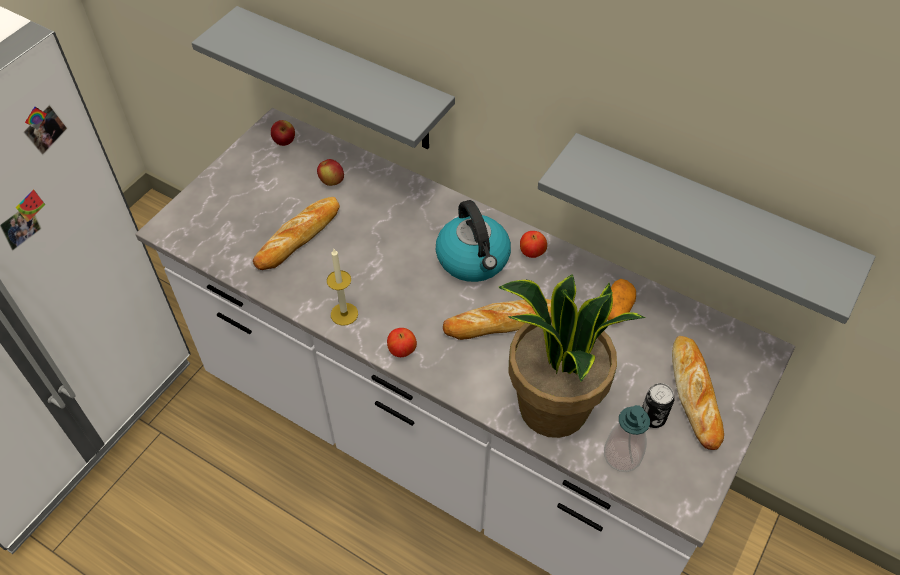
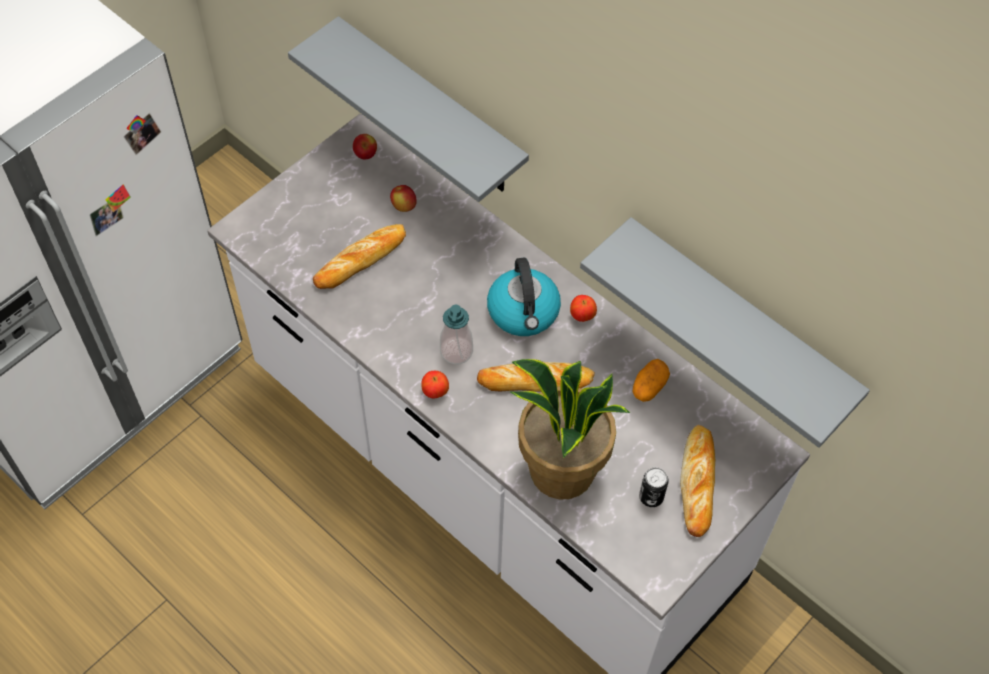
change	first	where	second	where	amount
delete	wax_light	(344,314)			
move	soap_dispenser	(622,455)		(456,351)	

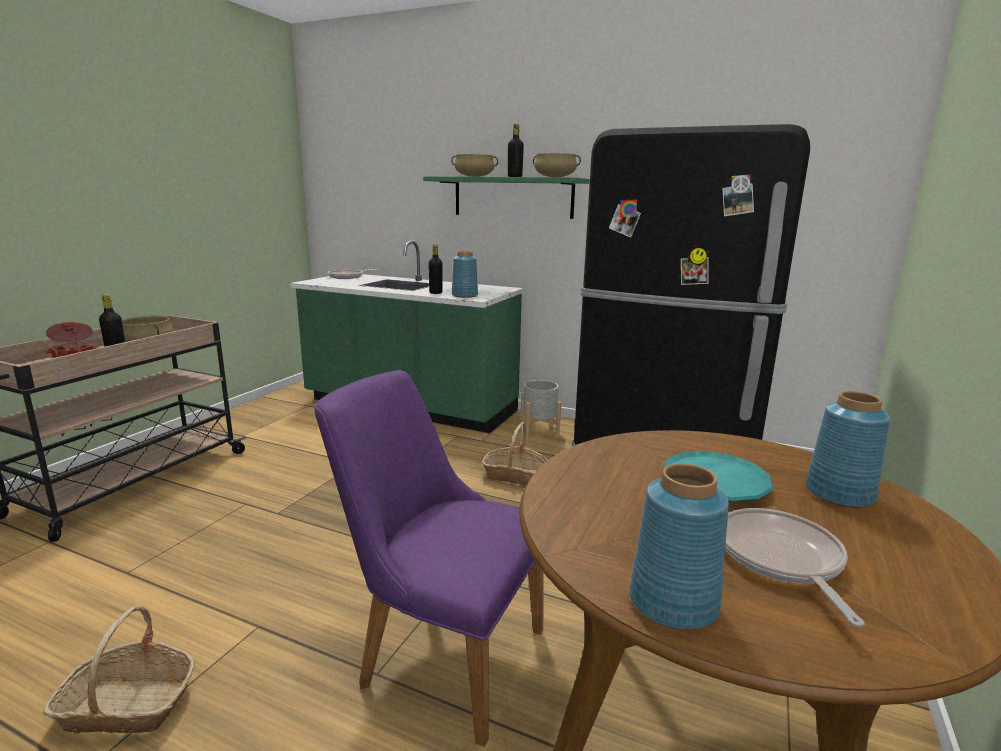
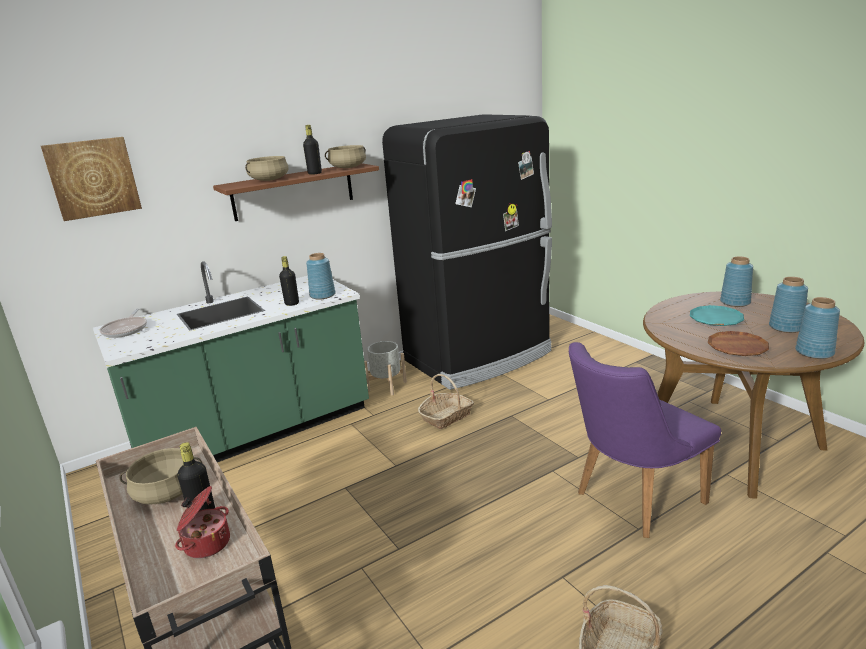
change	first	where	second	where	amount
recolor	green-coloured_shelf	(512,197)	brown_shelf	(293,191)	
replace	frying_pan	(781,559)	blue_vase	(786,327)	
insert			wall_picture	(93,178)	
insert			brown_dinner_plate	(737,347)	

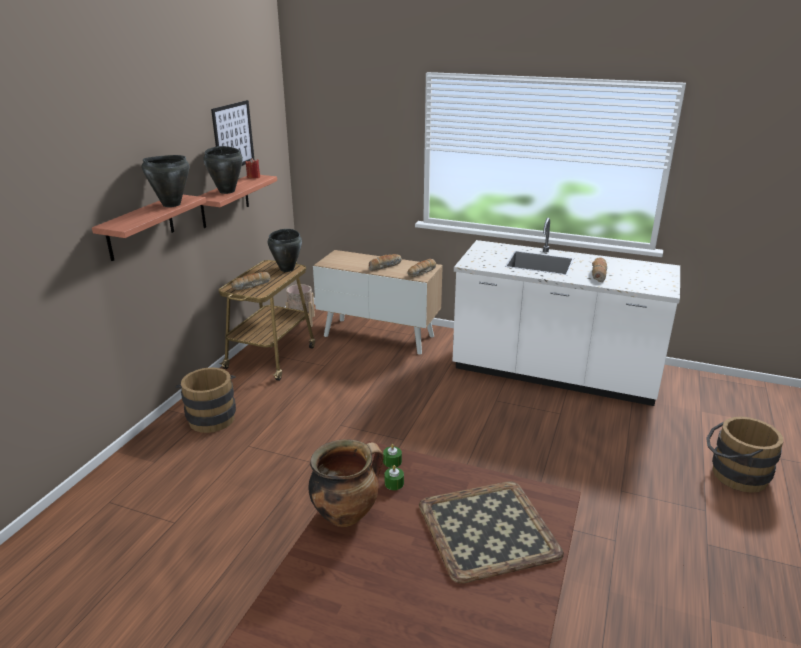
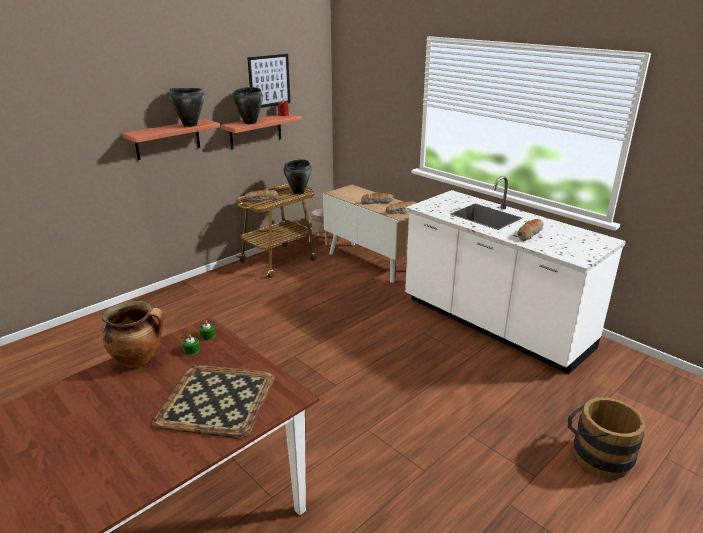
change	first	where	second	where	amount
delete	brown_water_bucket	(211,416)			

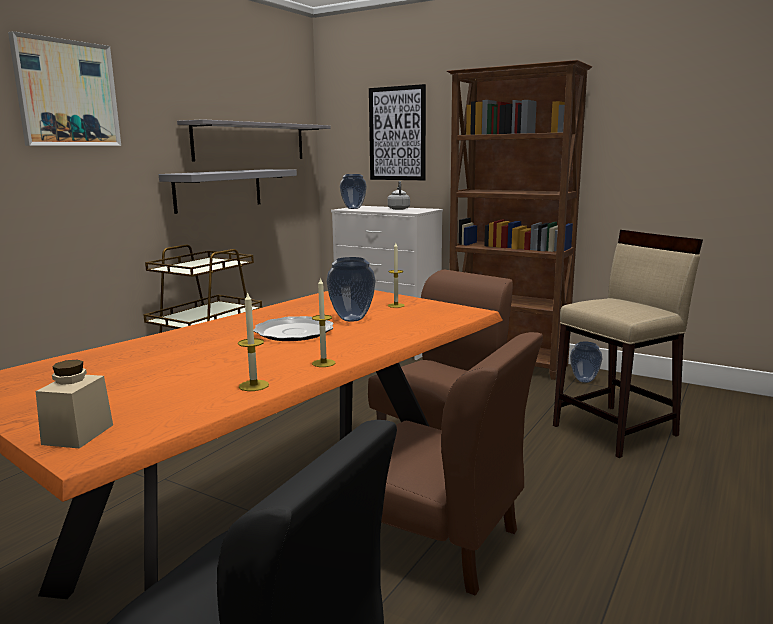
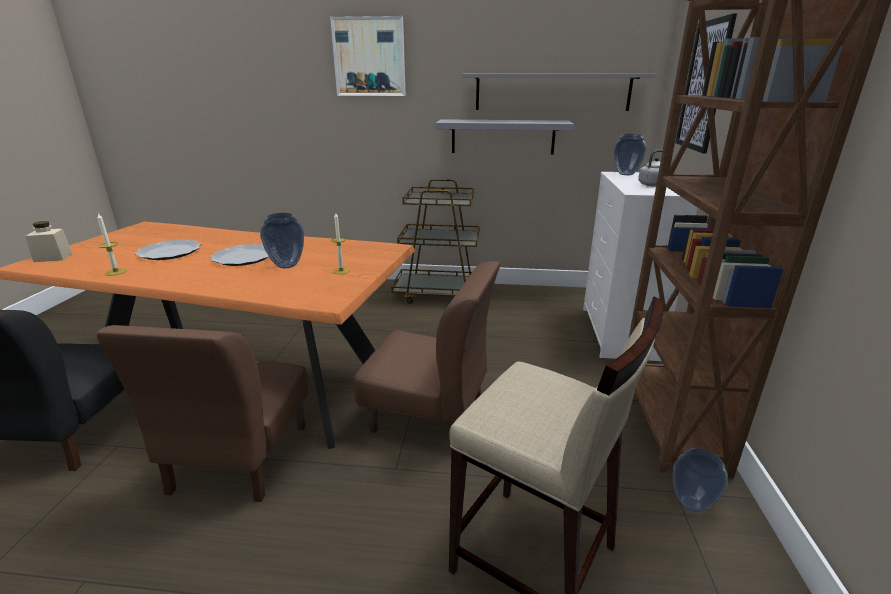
change	first	where	second	where	amount
delete	wax_light	(323,363)			
insert			dinner_plate	(170,252)	

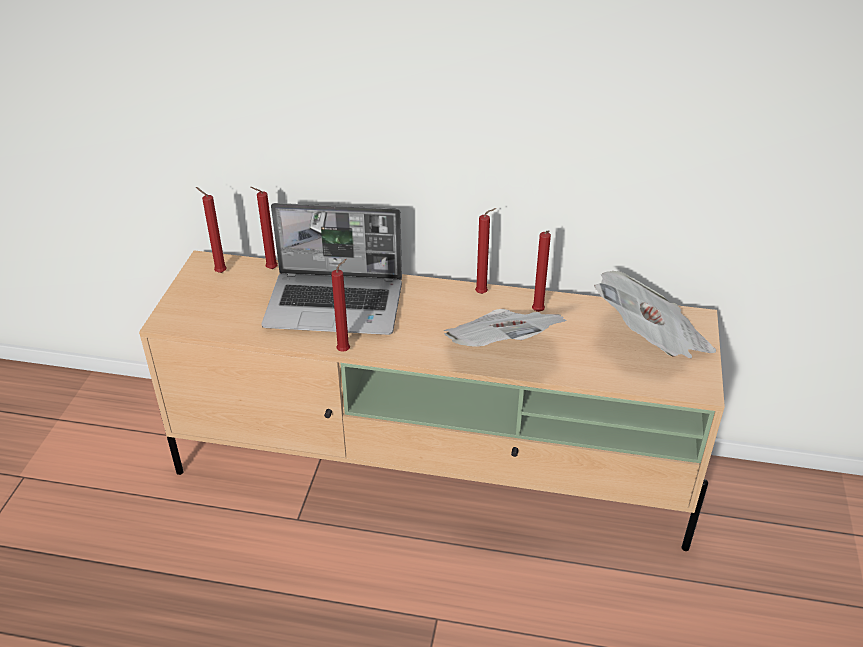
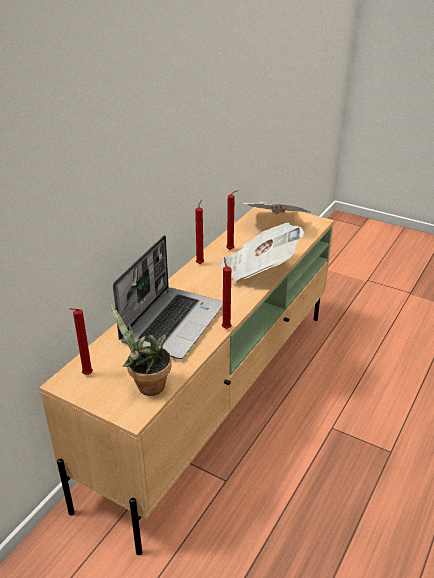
change	first	where	second	where	amount
delete	red-coloured_wax_light	(270,269)			
insert			houseplant	(147,386)	

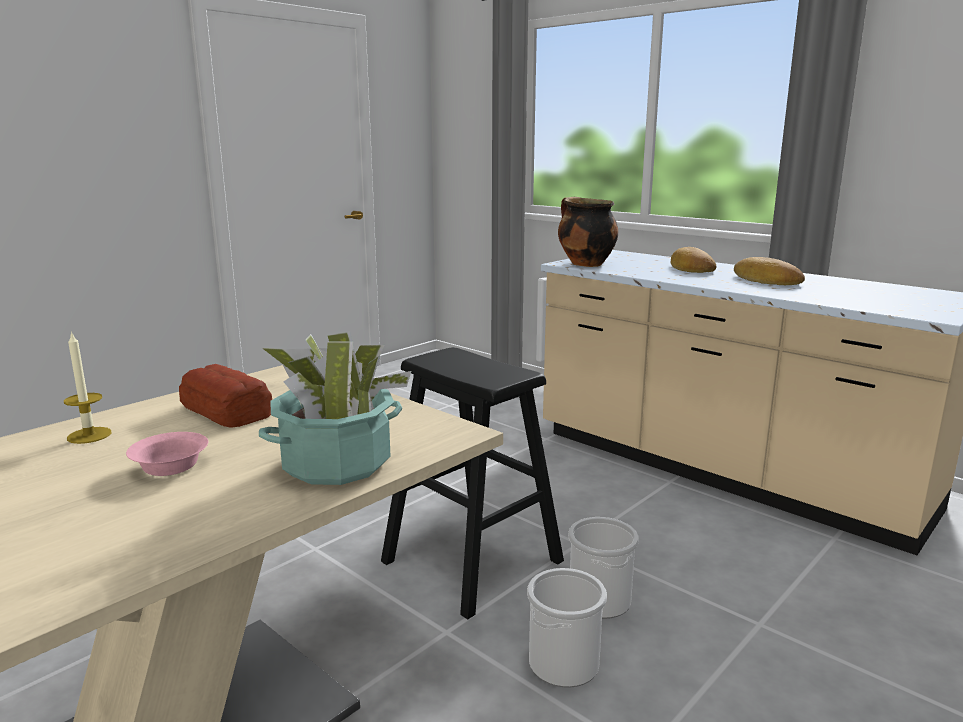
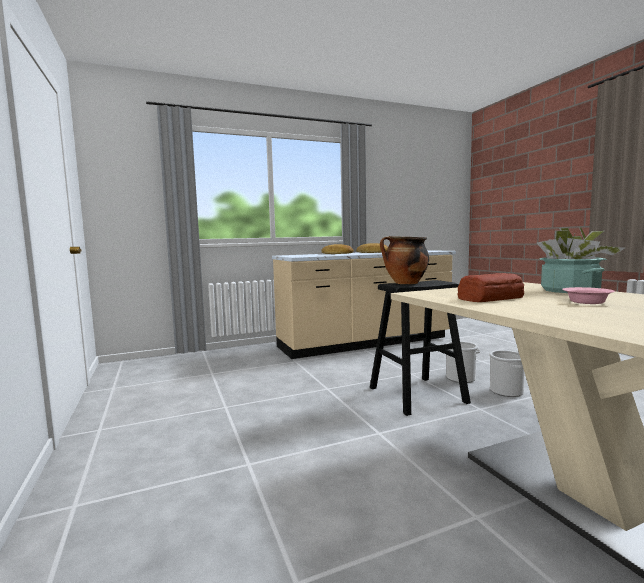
change	first	where	second	where	amount
delete	wax_light	(89,435)			
move	stockpot	(584,264)		(405,283)	

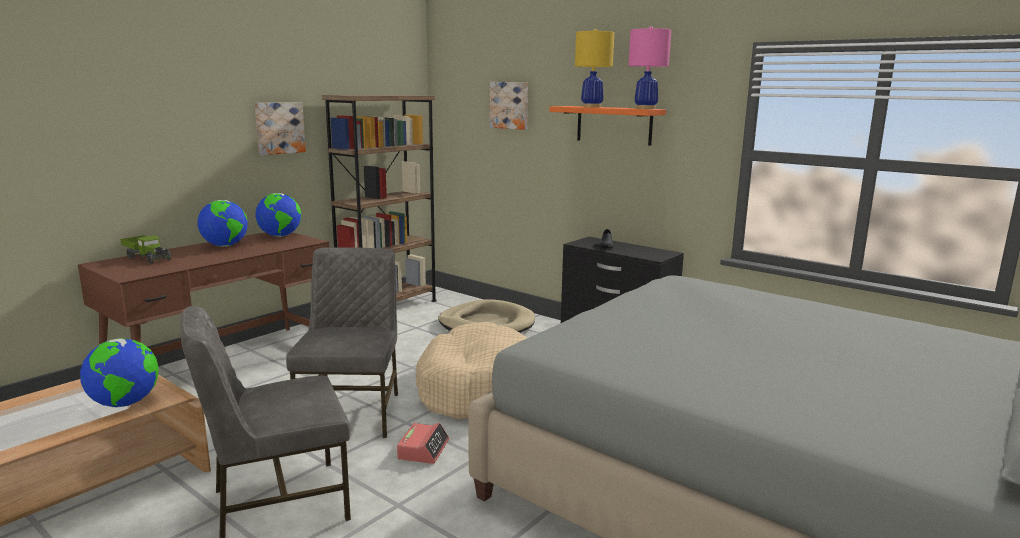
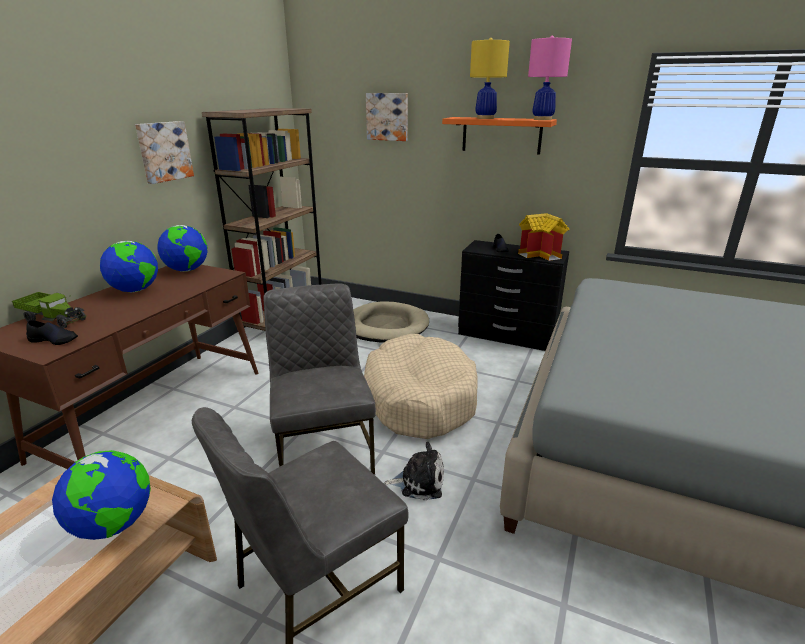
change	first	where	second	where	amount
replace	bedside_clock	(423,449)	plush_toy	(419,482)	
insert			black_shoe	(54,340)	
insert			toy_house	(541,254)	

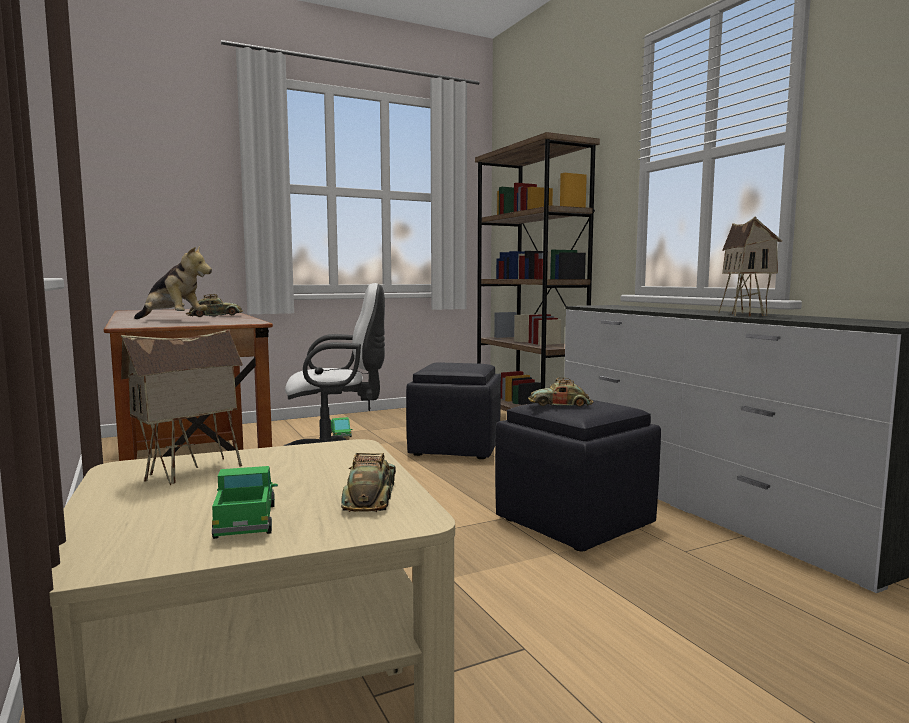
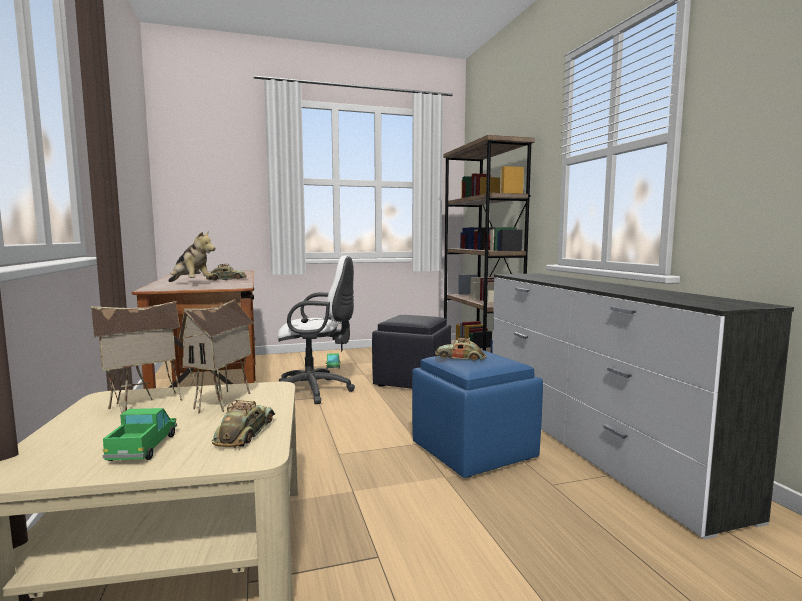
change	first	where	second	where	amount
recolor	black_ottoman	(576,522)	blue_ottoman	(475,451)	
move	toy_house	(745,314)		(223,403)	

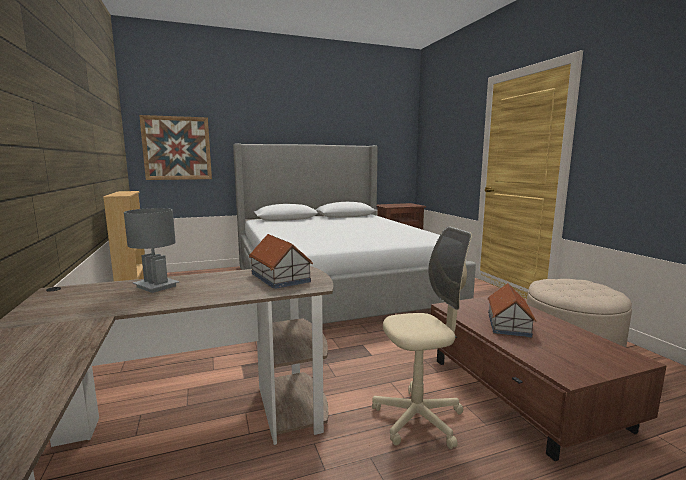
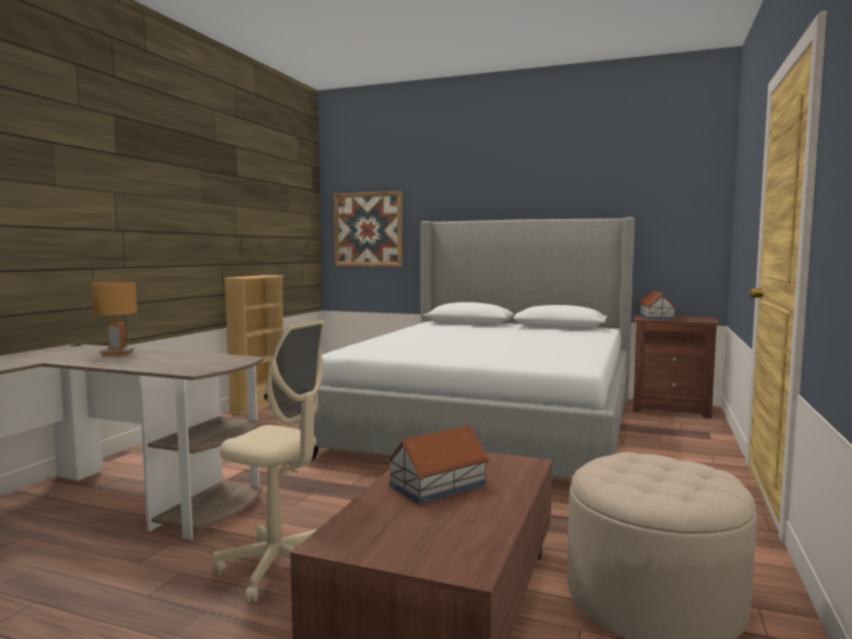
change	first	where	second	where	amount
recolor	grey_lamp_for_a_table	(156,286)	brown_lamp_for_a_table	(117,353)	
move	toy_house	(280,277)		(656,317)	

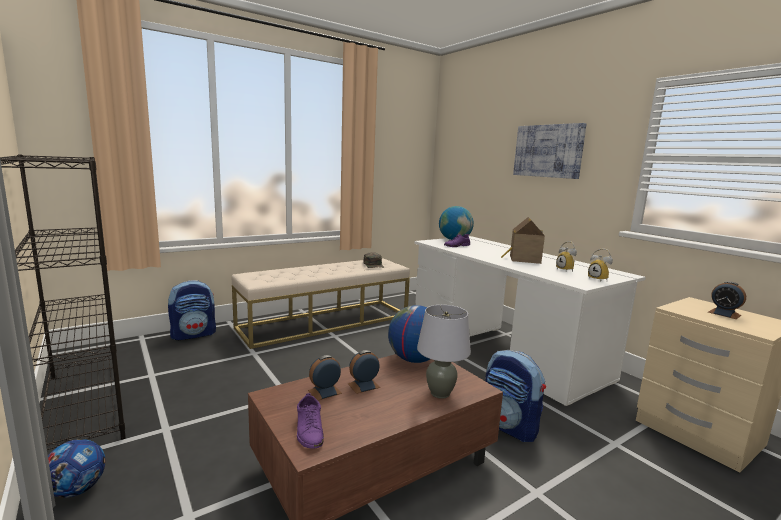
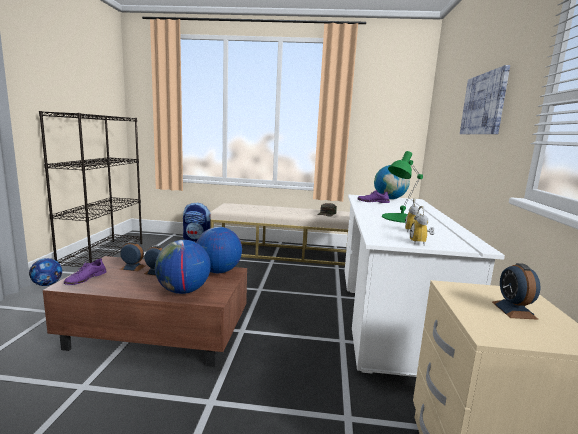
change	first	where	second	where	amount
replace	grey_lamp_for_a_table	(440,393)	globe	(183,291)	
delete	backpack	(510,426)			
replace	toy_house	(523,259)	green-coloured_lamp_for_a_table	(401,218)	

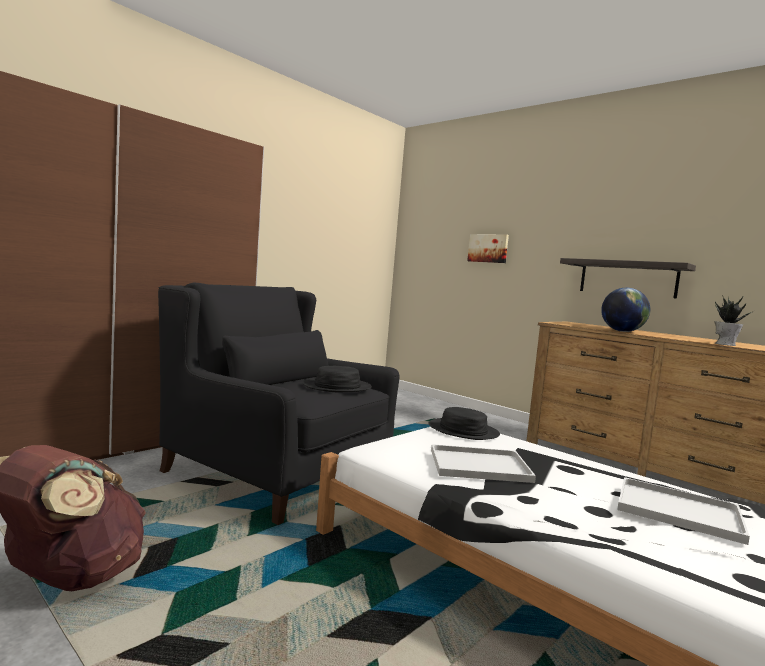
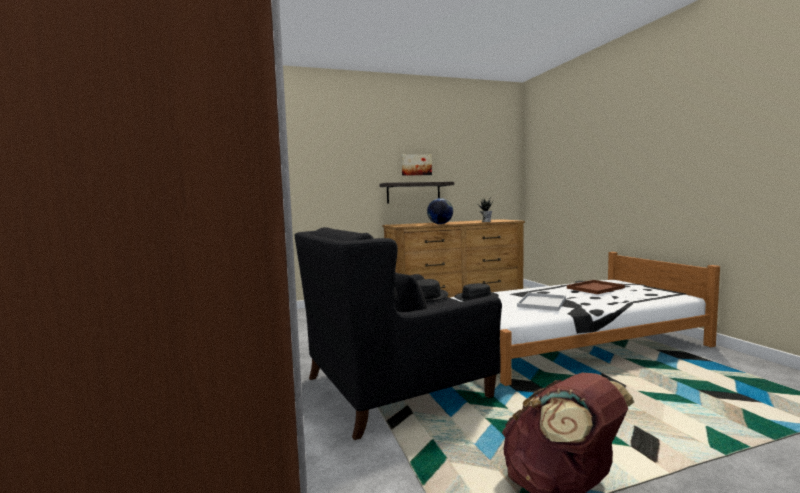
change	first	where	second	where	amount
move	wall_picture	(488,248)		(416,165)	
recolor	white-coloured_serving_tray	(681,511)	brown_serving_tray	(595,288)	

